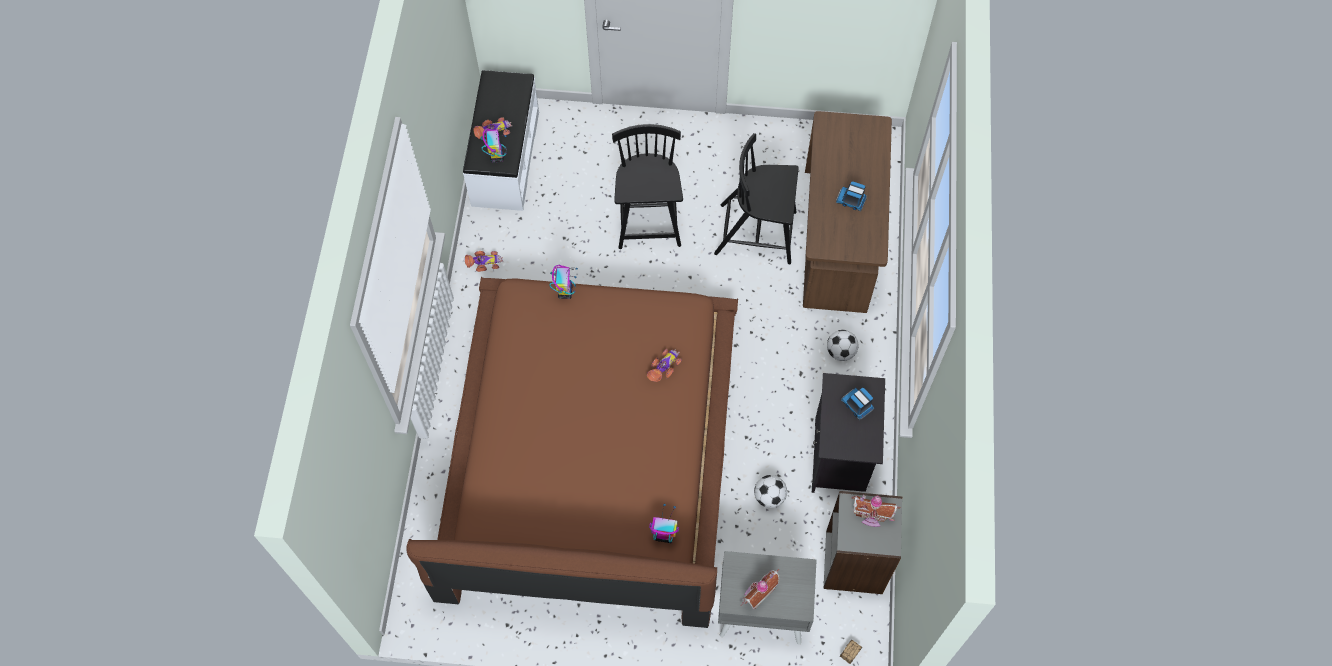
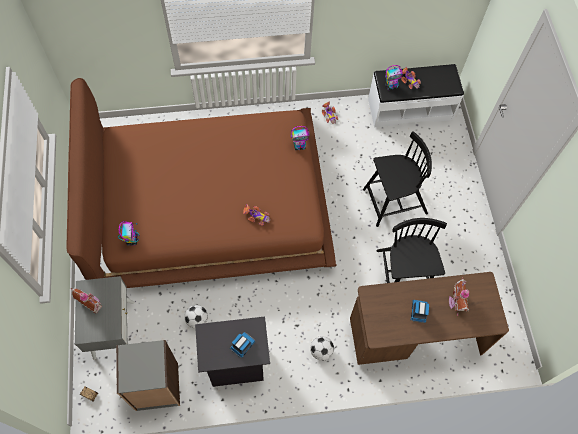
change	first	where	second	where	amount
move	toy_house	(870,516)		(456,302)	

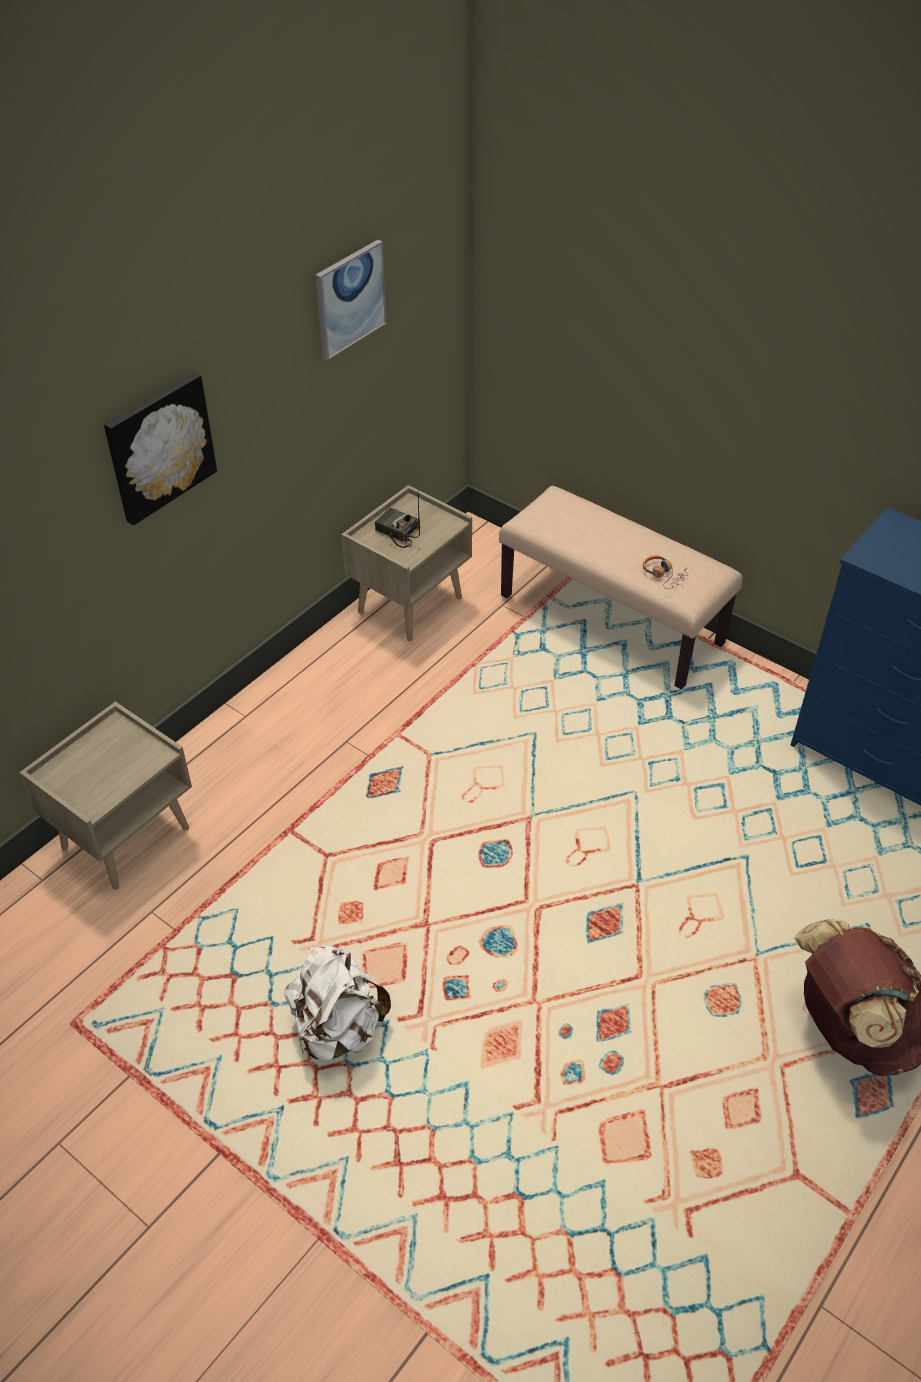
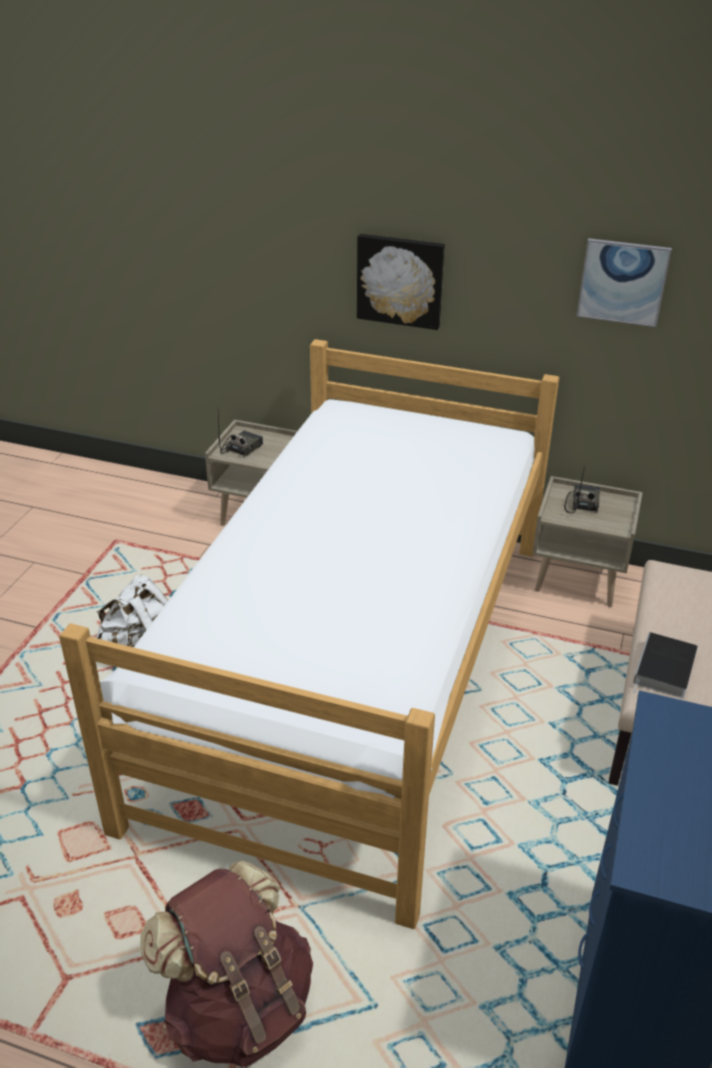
change	first	where	second	where	amount
replace	pair_of_headphones	(663,575)	volume	(664,670)	
insert			sleeping_bed	(356,669)	
insert			radio_receiver	(241,448)	

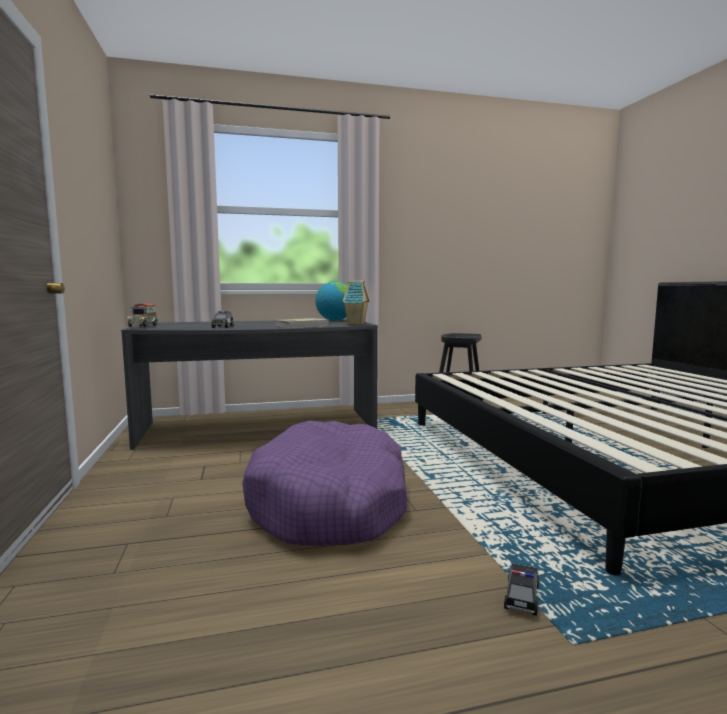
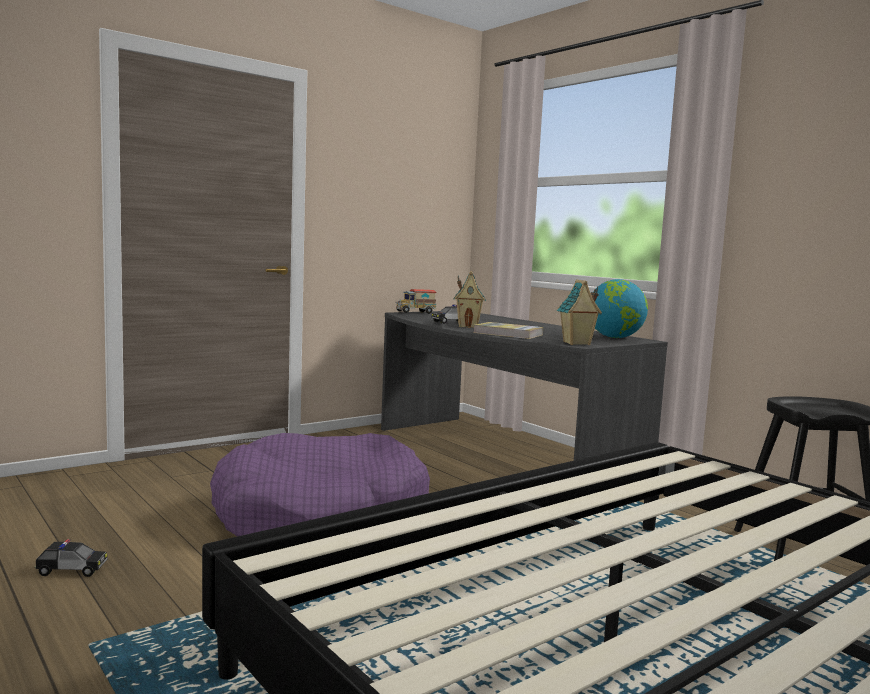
change	first	where	second	where	amount
move	toy_car	(521,597)		(71,570)	
insert			toy_house	(468,326)	

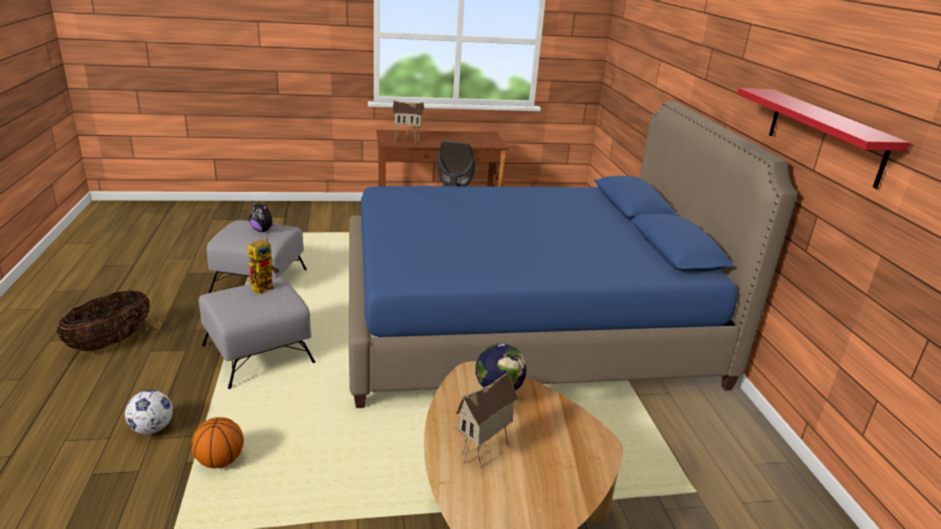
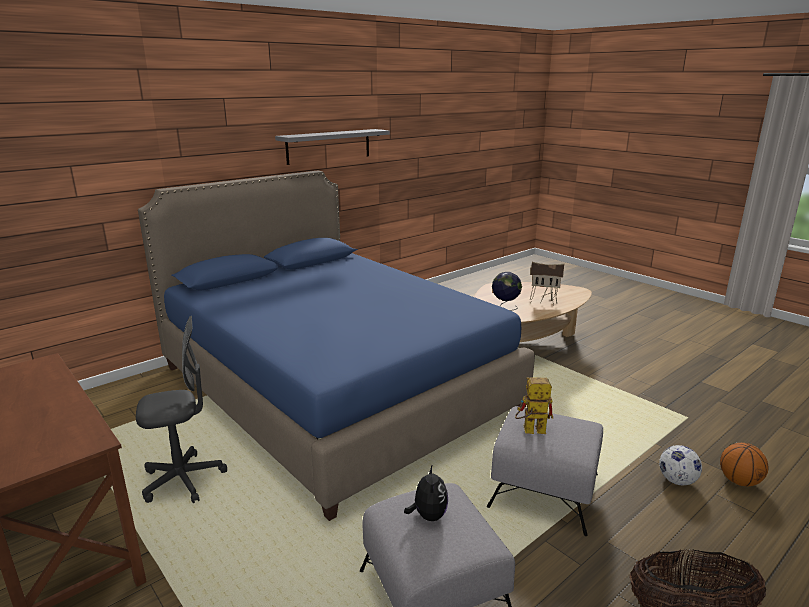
change	first	where	second	where	amount
move	basketball	(220,461)		(739,481)	
delete	toy_house	(407,140)			
recolor	red-coloured_shelf	(824,135)	grey_shelf	(329,146)	

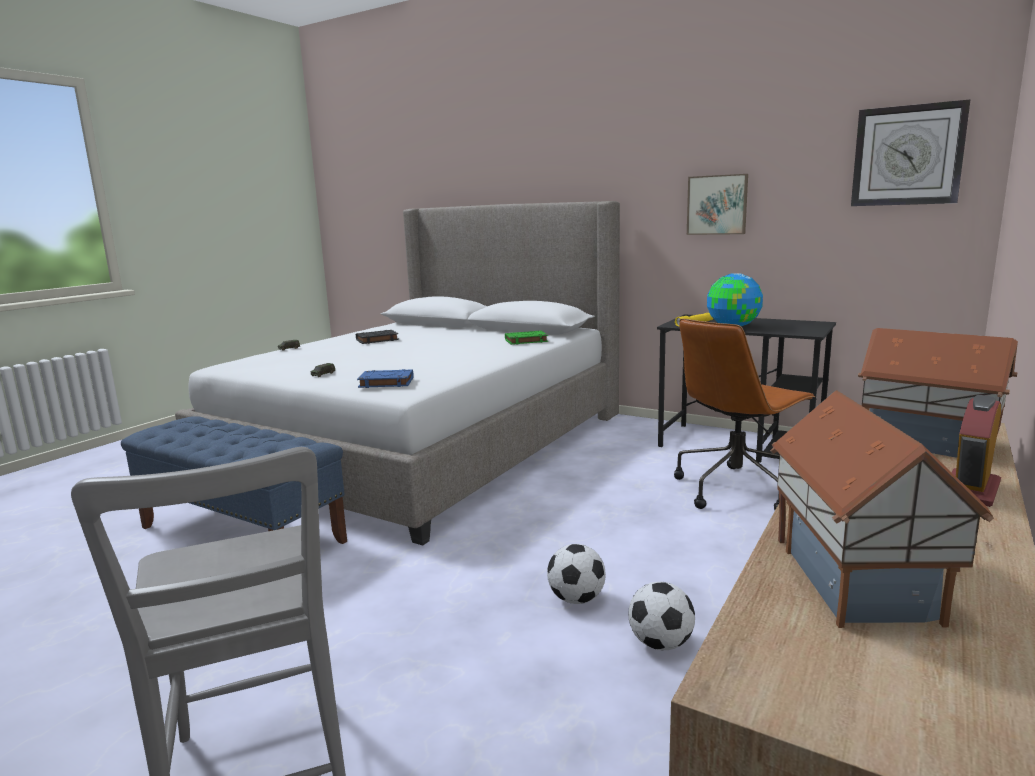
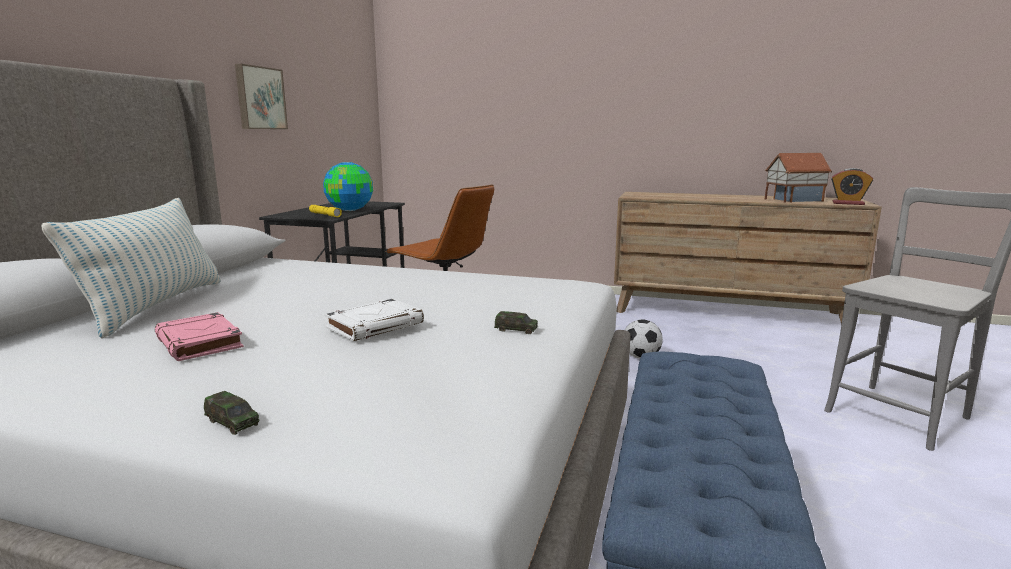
change	first	where	second	where	amount
recolor	black_volume	(376,340)	pinkish_volume	(200,343)	
delete	blue_volume	(385,383)			
delete	green-coloured_volume	(525,341)			
delete	ball_for_football	(660,643)			
delete	hanging_clock	(907,155)			
delete	toy_house	(927,444)			
move	bedside_clock	(971,489)		(848,203)	
insert			throw_pillow	(156,306)	
insert			white-coloured_volume	(375,325)	

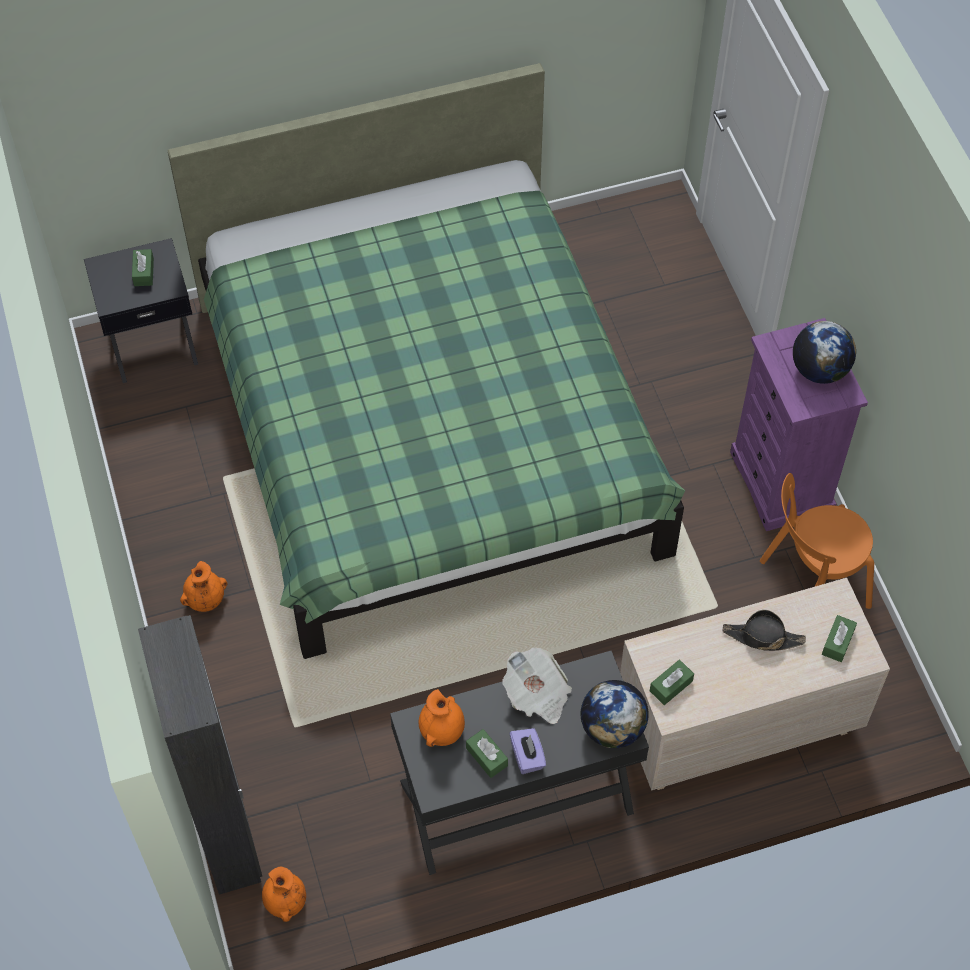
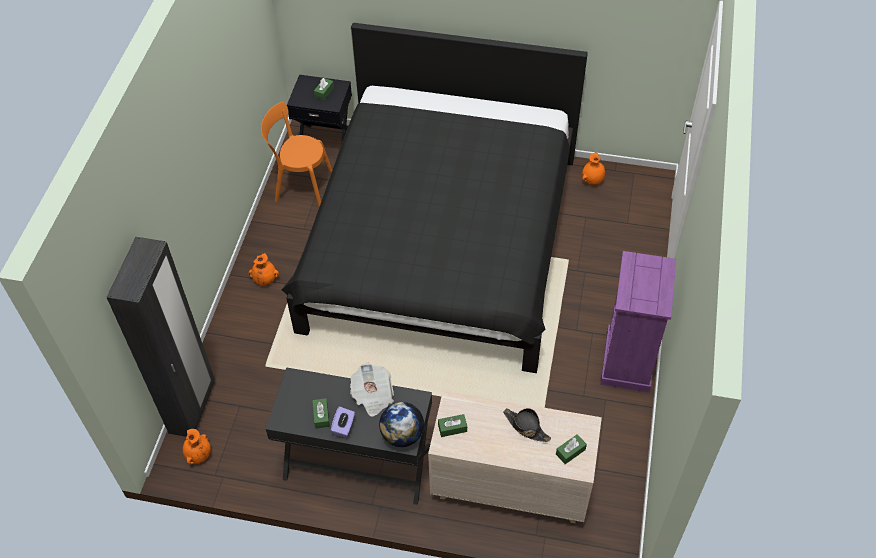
change	first	where	second	where	amount
recolor	green-coloured_sleeping_bed	(427,428)	black_sleeping_bed	(440,243)	
move	orange-coloured_vase	(442,730)		(592,180)	
move	orange-coloured_upright_chair	(809,585)		(300,185)	
delete	globe	(819,370)			

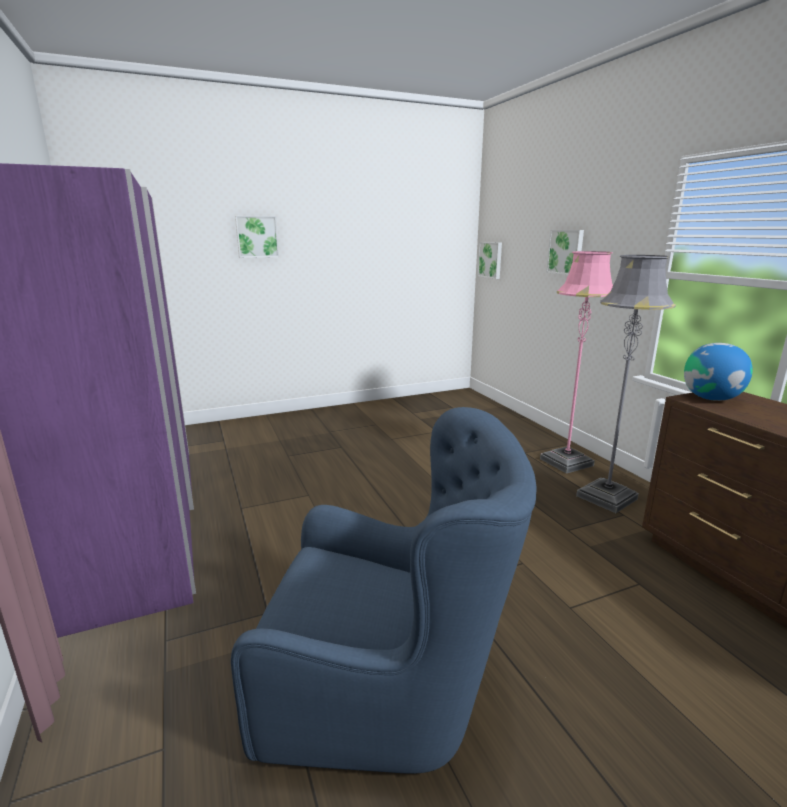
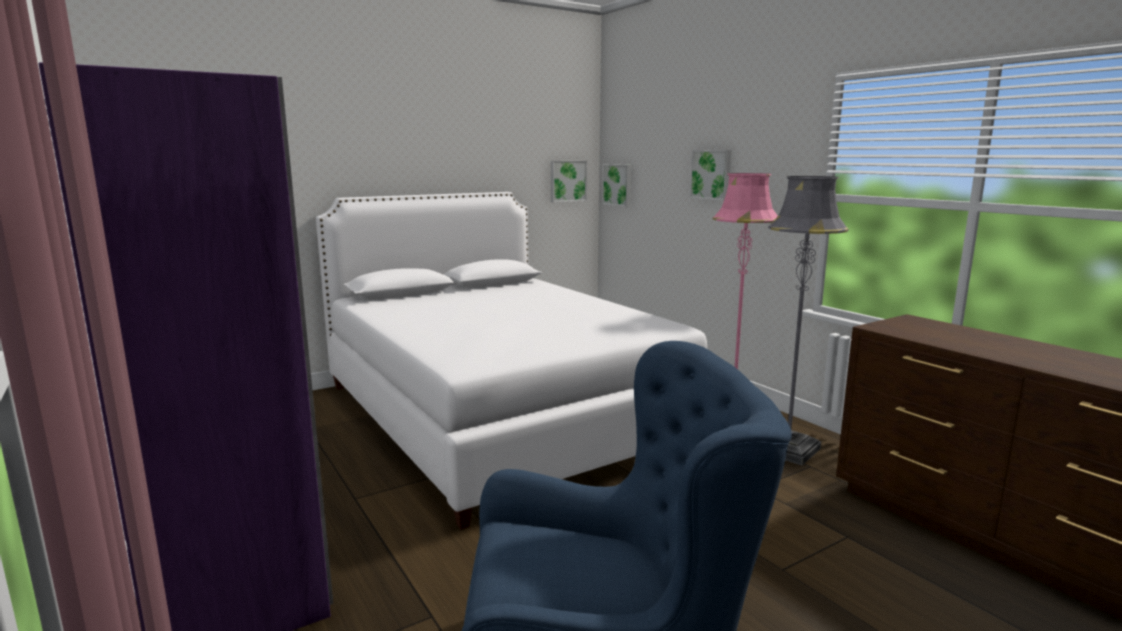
change	first	where	second	where	amount
move	wall_picture	(257,237)		(567,181)	
delete	globe	(711,398)			
insert			white-coloured_sleeping_bed	(500,414)	

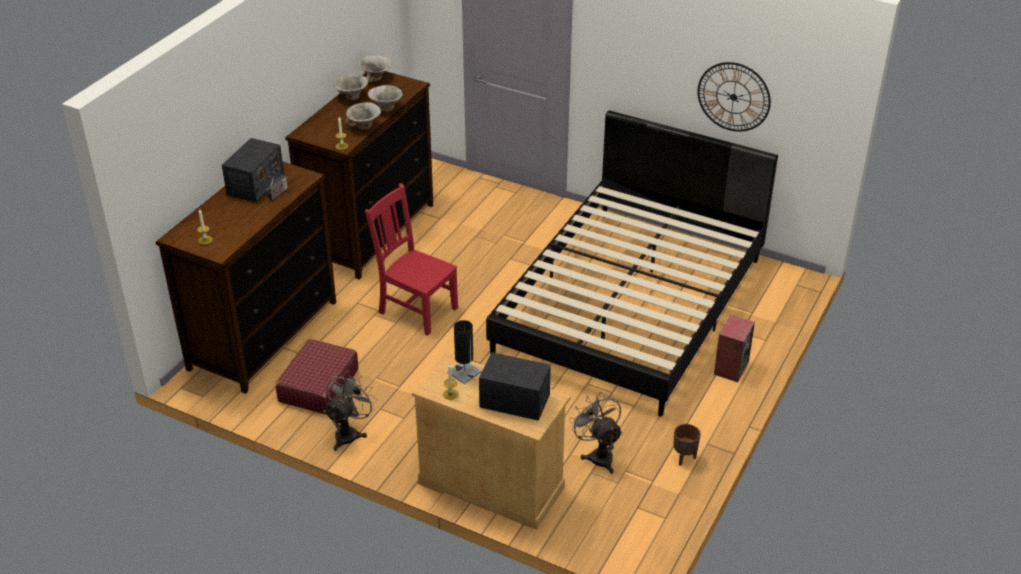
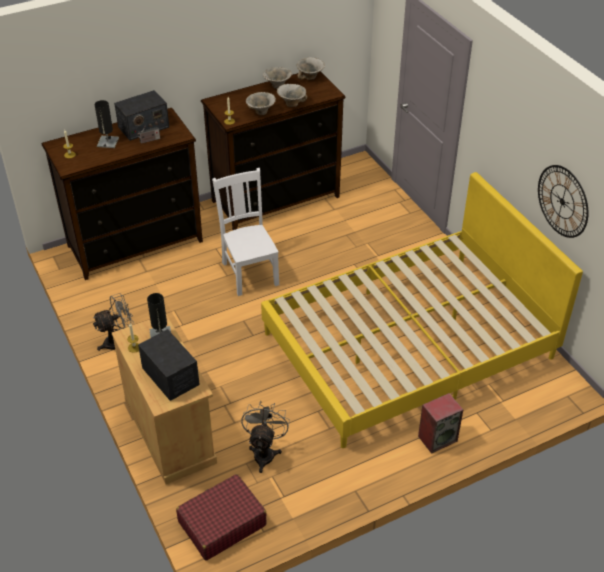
change	first	where	second	where	amount
move	red-coloured_piece_of_luggage	(318,386)		(221,523)	
recolor	red-coloured_upright_chair	(416,309)	white-coloured_upright_chair	(249,272)	
recolor	black_sleeping_bed	(631,305)	yellowish_sleeping_bed	(409,345)	
delete	brown_flower_pot	(684,458)			
insert			black_lamp_for_a_table	(108,142)	

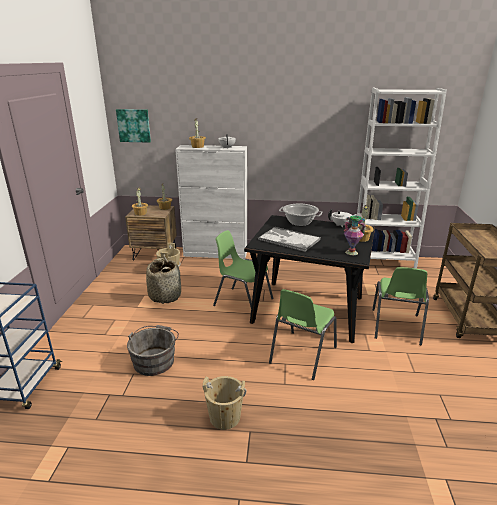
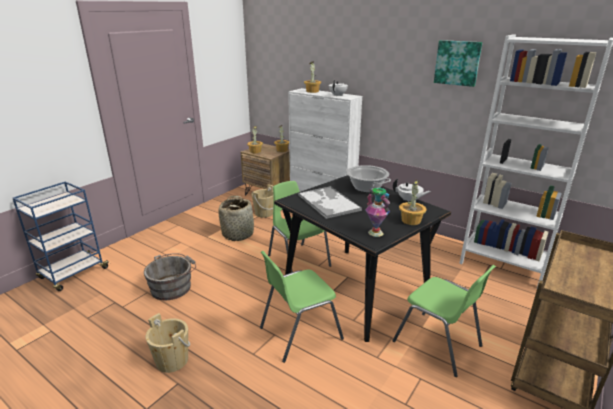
change	first	where	second	where	amount
move	wall_picture	(134,125)		(457,63)	
rotate	green-coloured_upright_chair	(395,327)		(438,344)	90 degrees counterclockwise

